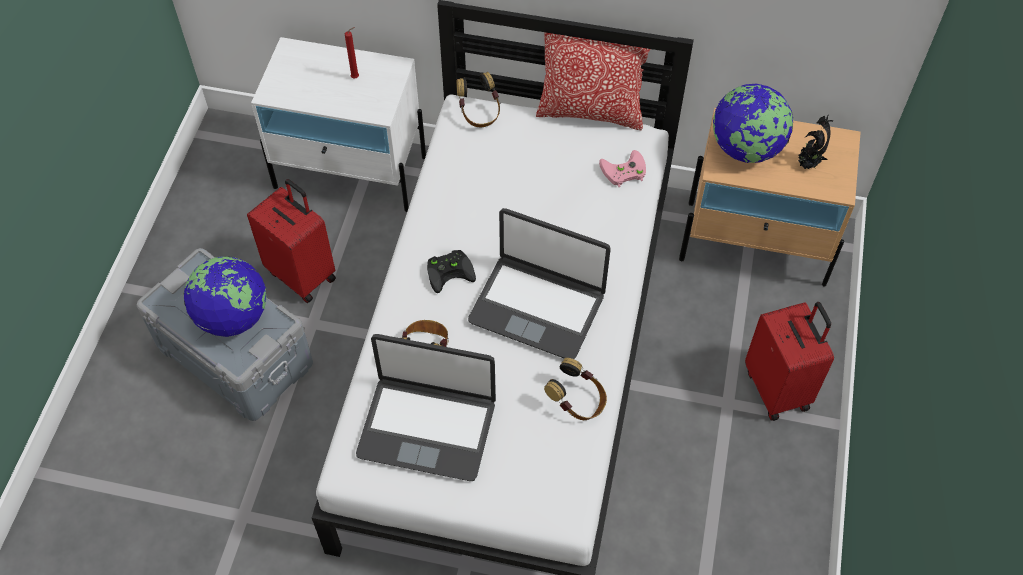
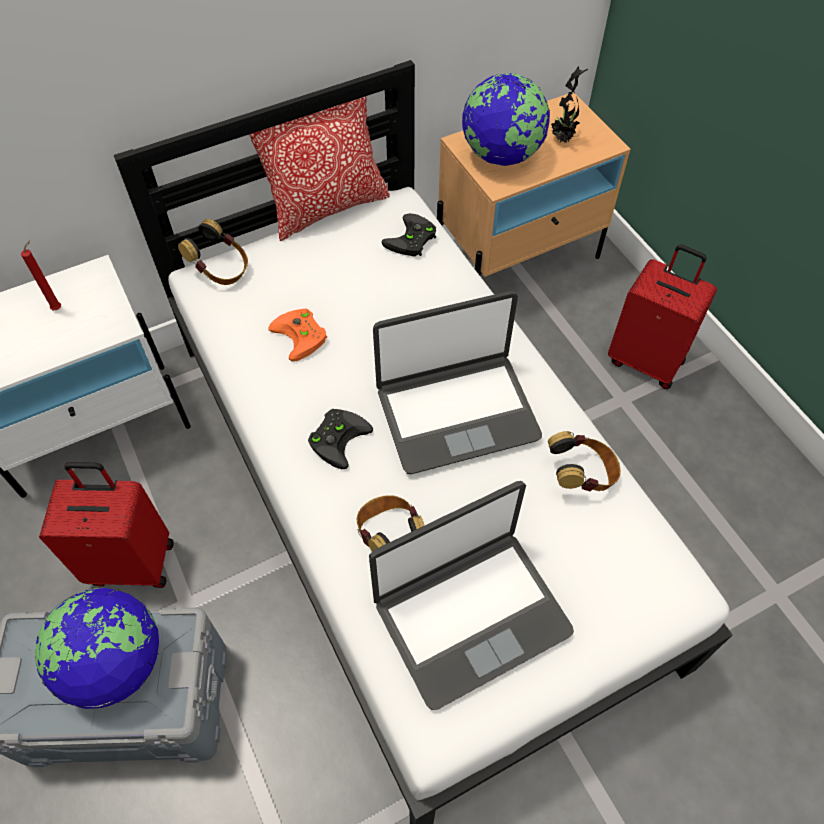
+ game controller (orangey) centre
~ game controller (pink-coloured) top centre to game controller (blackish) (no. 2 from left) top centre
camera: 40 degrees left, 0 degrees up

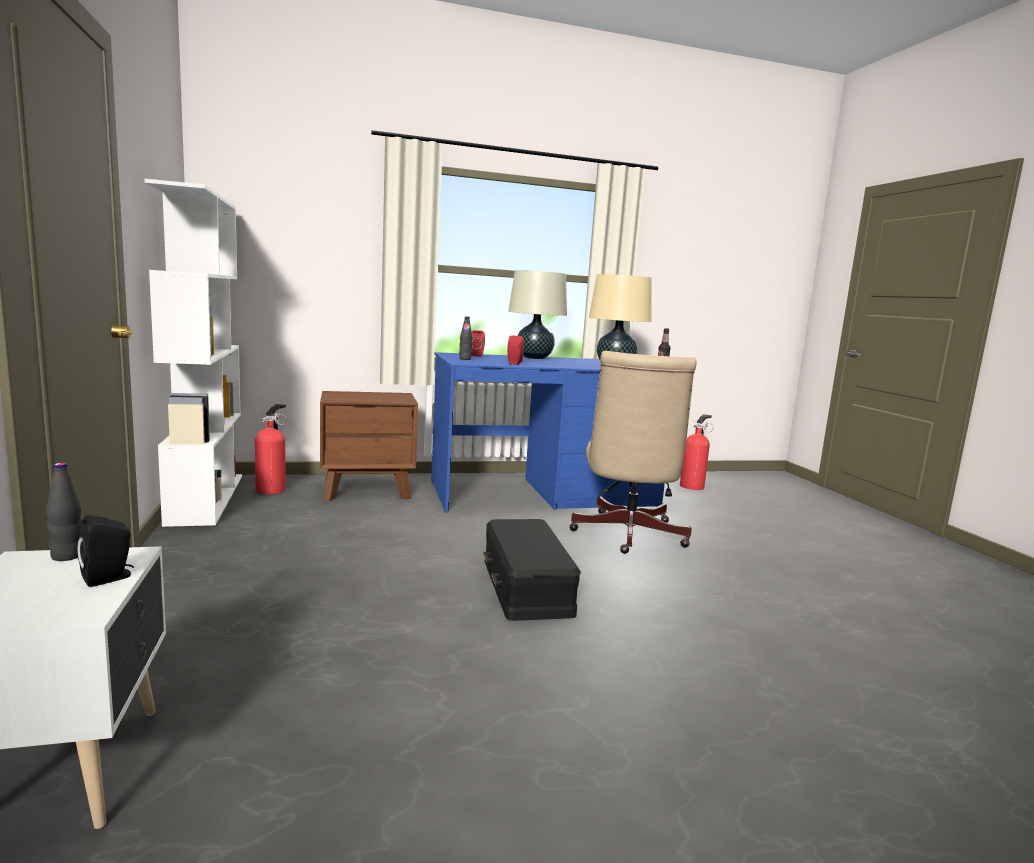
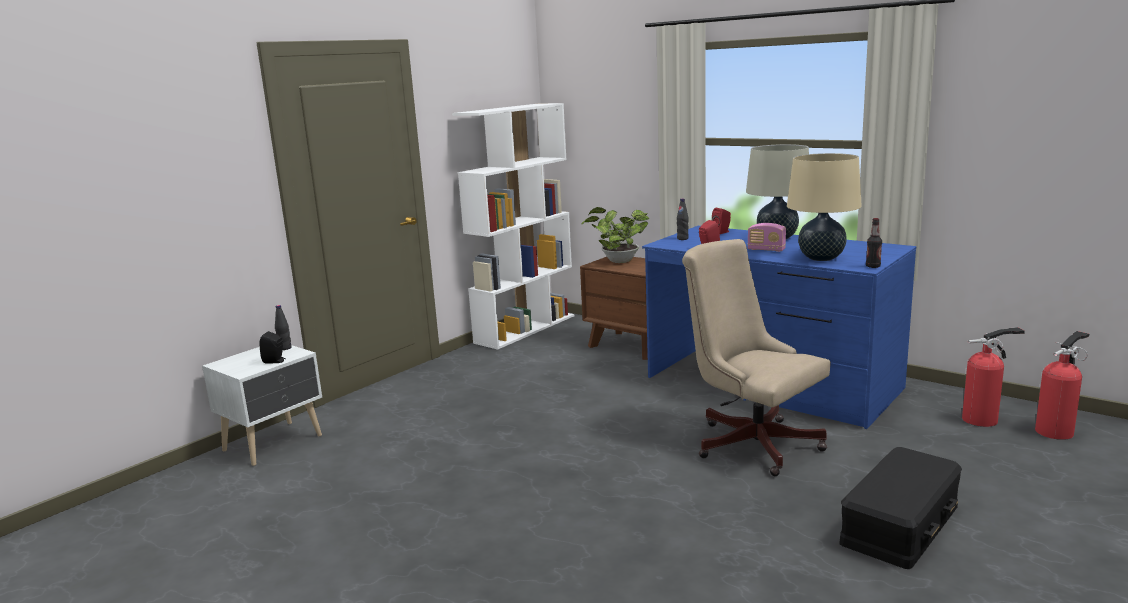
+ potted plant centre
~ office chair (beige-coloured) centre = middle right 75 degrees clockwise
+ radio set middle right
~ storage container (blackish) centre to bottom right
~ extinguisher (no. 1 from left in the first image) middle left to extinguisher (no. 2 from left) middle right
camera: 55 degrees right, 5 degrees up

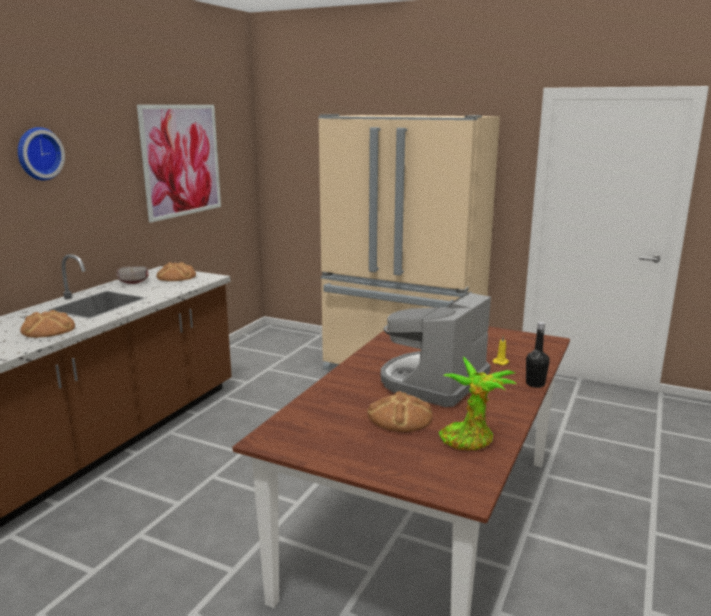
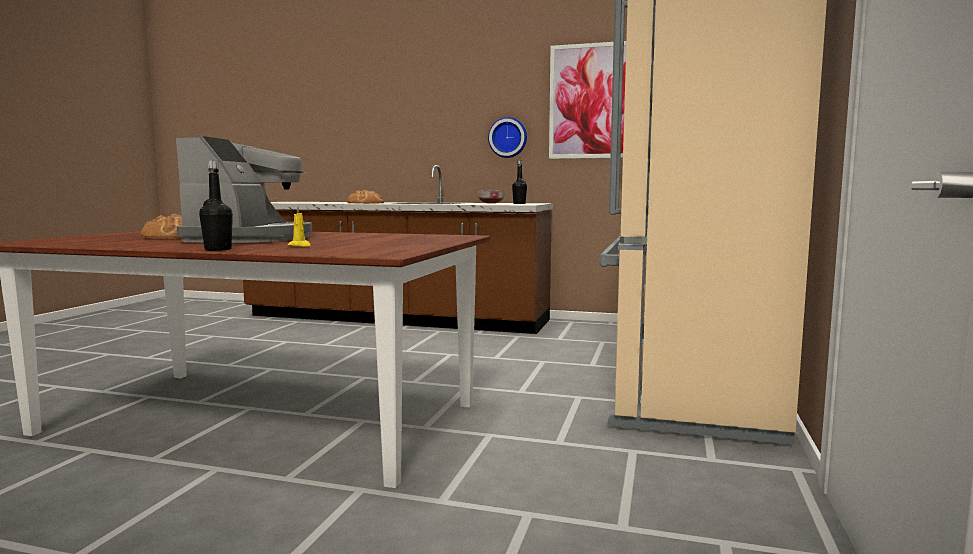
~ coffee machine centre = middle left 75 degrees clockwise
~ wall clock top left to top centre
~ bakery bread (no. 2 from left) middle left to drink bottle (blackish) (no. 2 from left) top centre
- potted plant middle right
camera: 80 degrees right, 10 degrees down

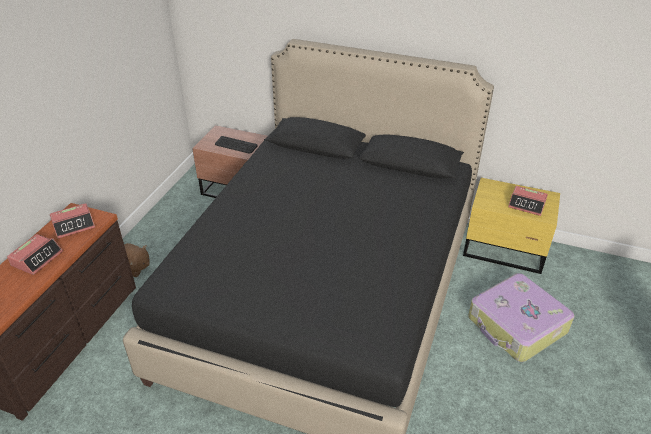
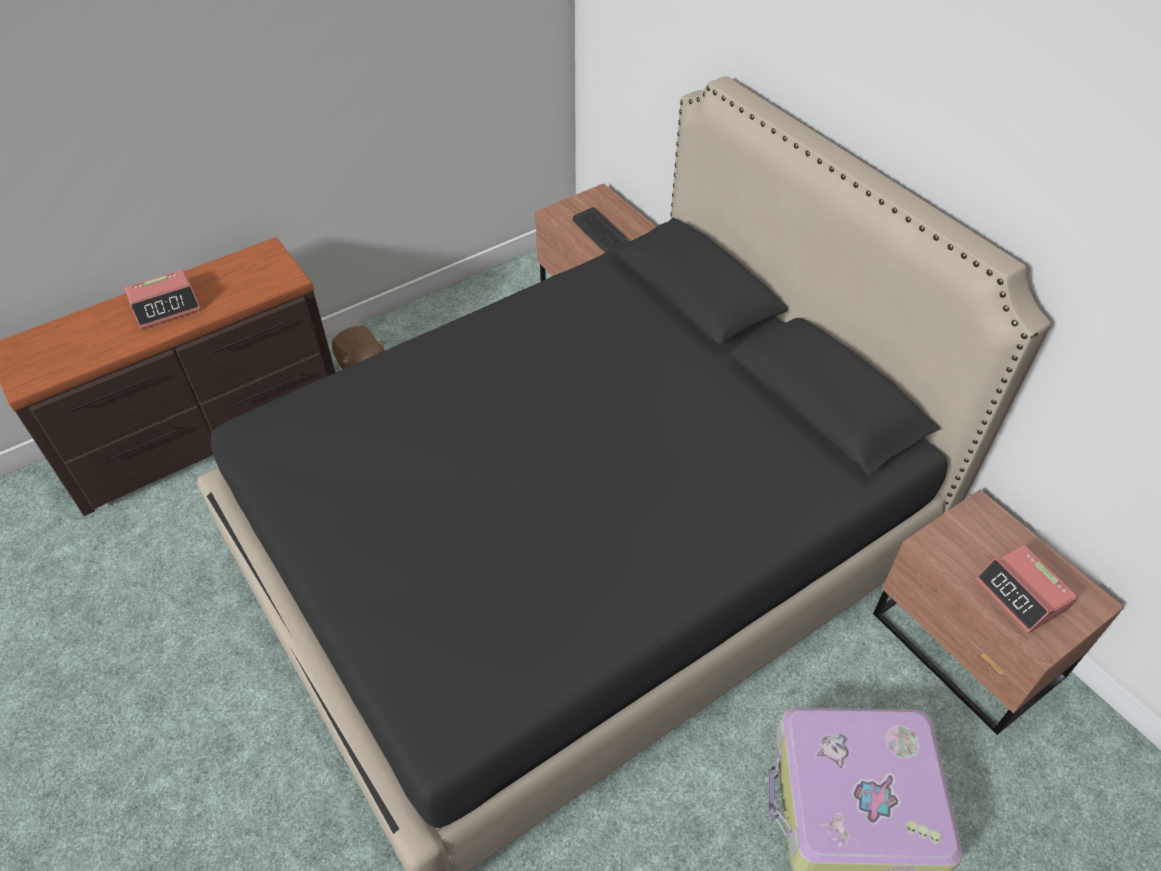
~ night table (yellowish) middle right to night table (brown) (no. 2 from left) bottom right
- table clock (no. 2 from left) middle left
camera: 35 degrees right, 10 degrees up

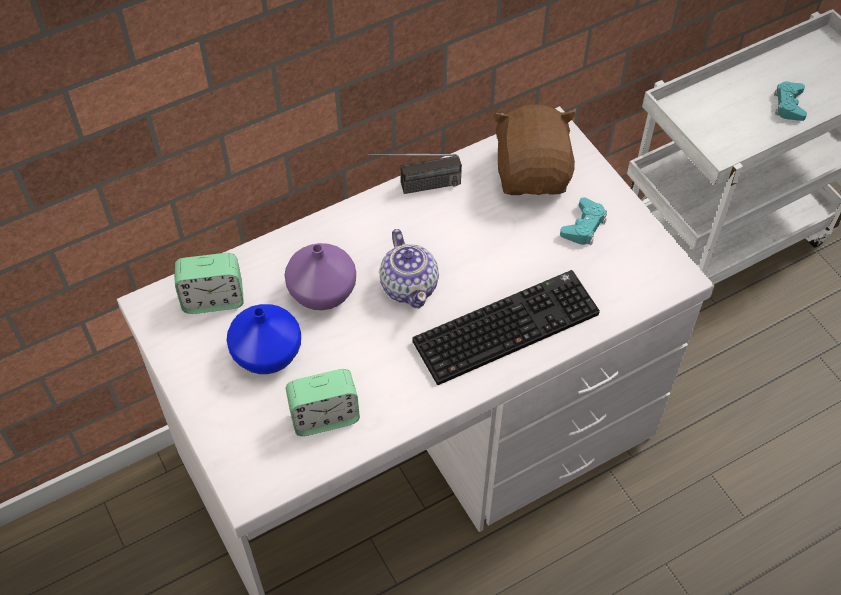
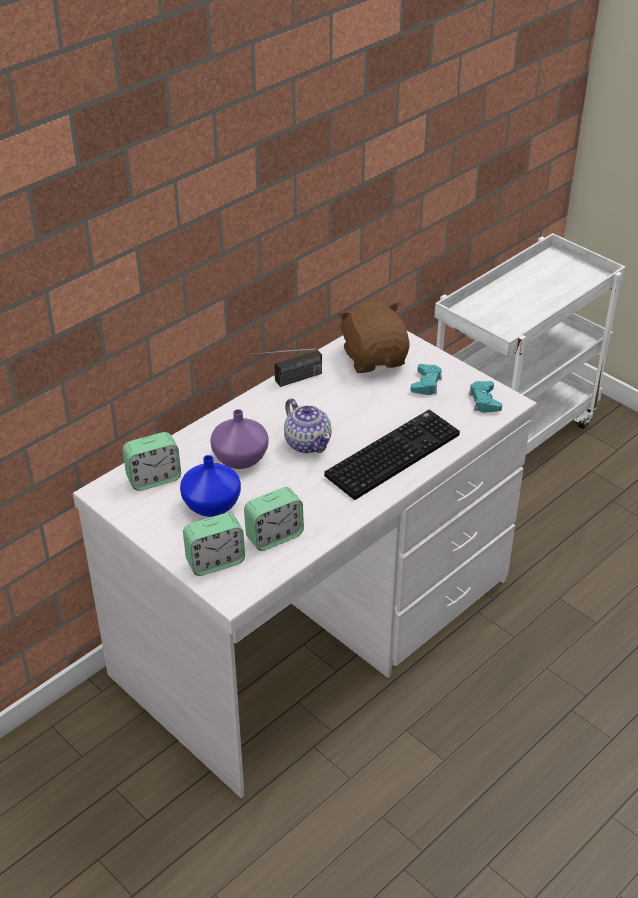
+ table clock (no. 2 from left) centre
~ game controller (turquoise-coloured) (no. 2 from left) top right to middle right
camera: 15 degrees left, 15 degrees down

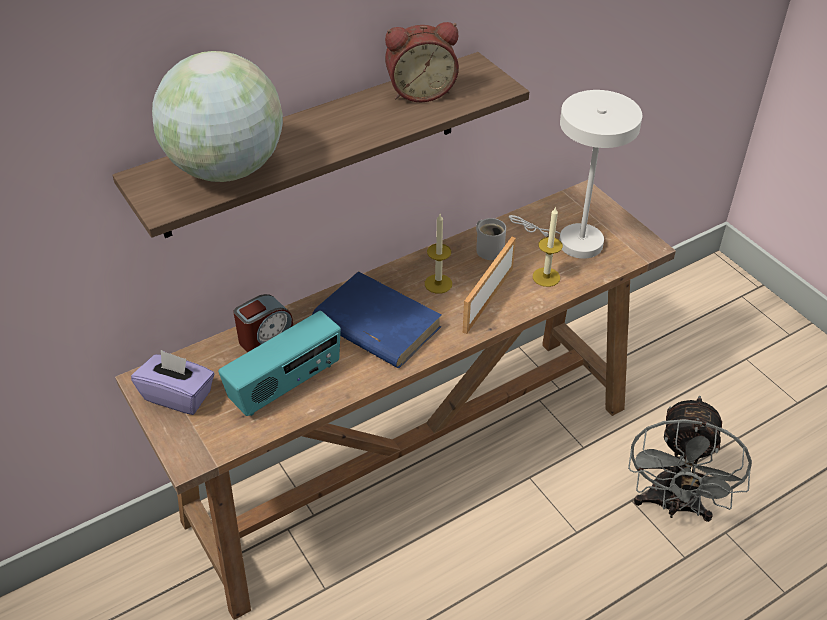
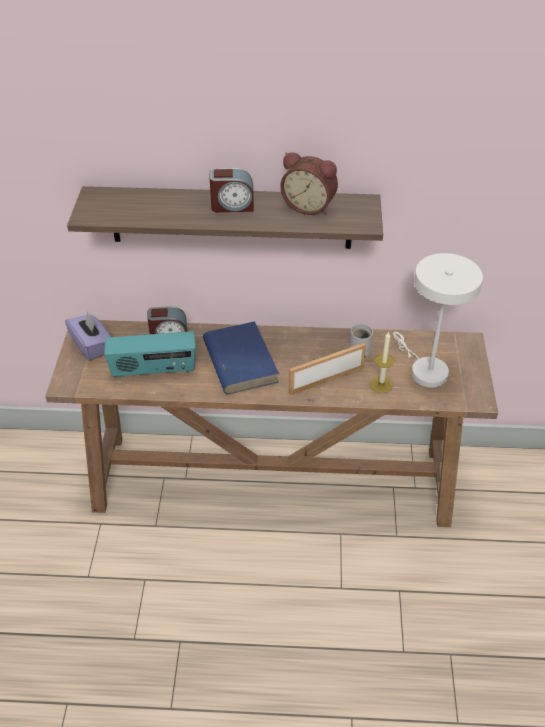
+ table clock (no. 2 from left) top centre
- globe top left
- candle (no. 1 from left) centre
- cooling fan (greyish) bottom right
camera: 35 degrees right, 0 degrees up

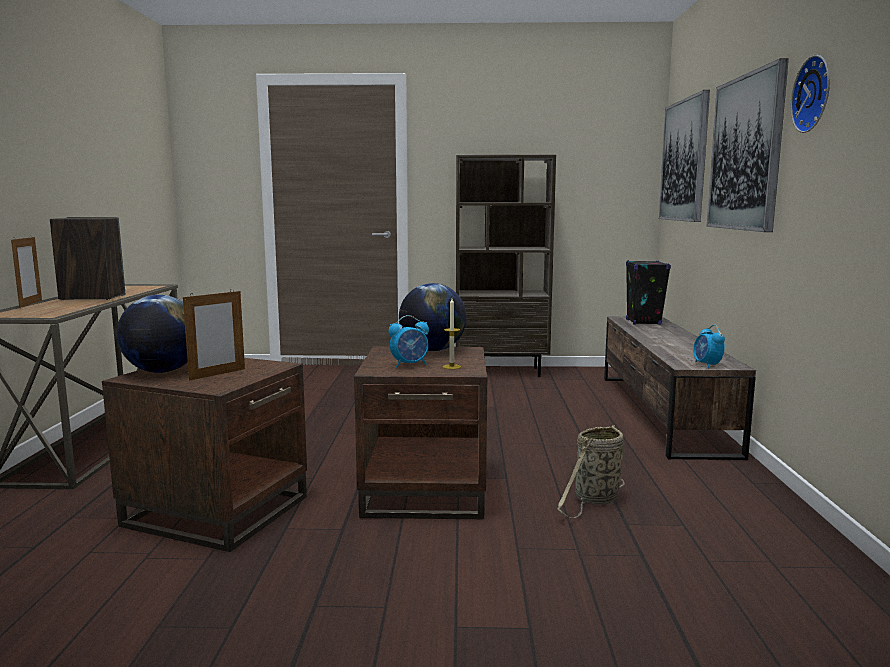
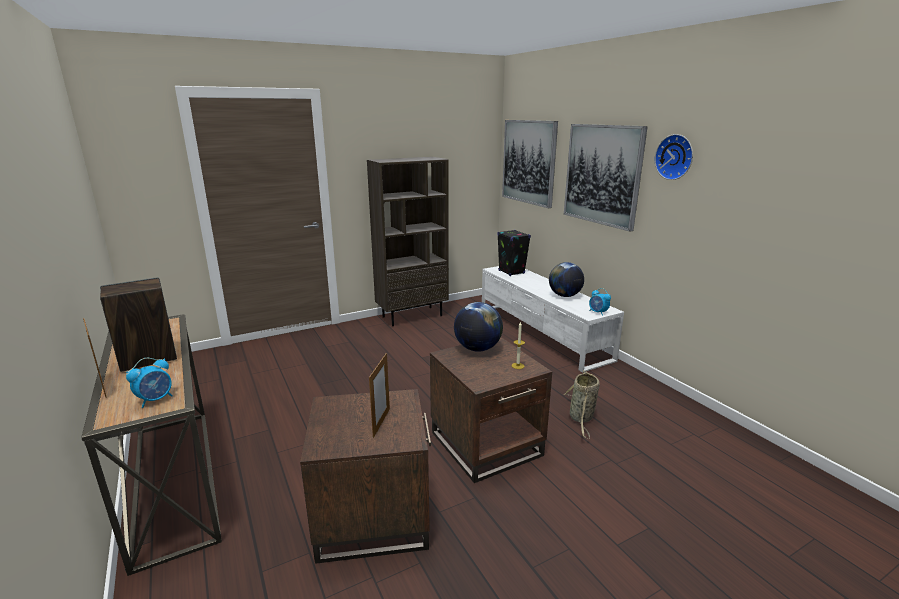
~ table clock (no. 1 from left) centre to middle left
~ media console (brown) middle right to media console (white-coloured) centre
~ globe (no. 1 from left in the first image) middle left to globe (no. 2 from left) centre
camera: 30 degrees left, 10 degrees up

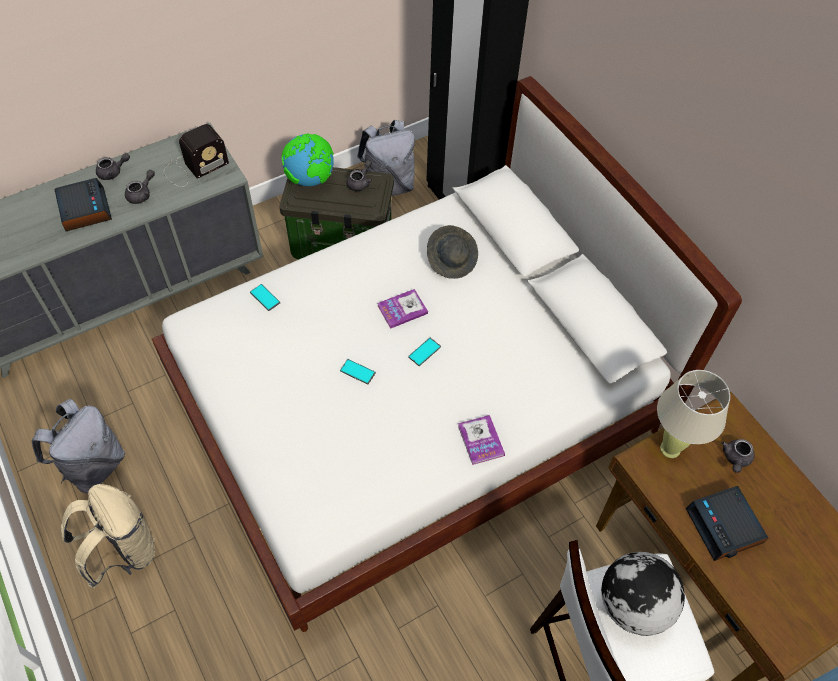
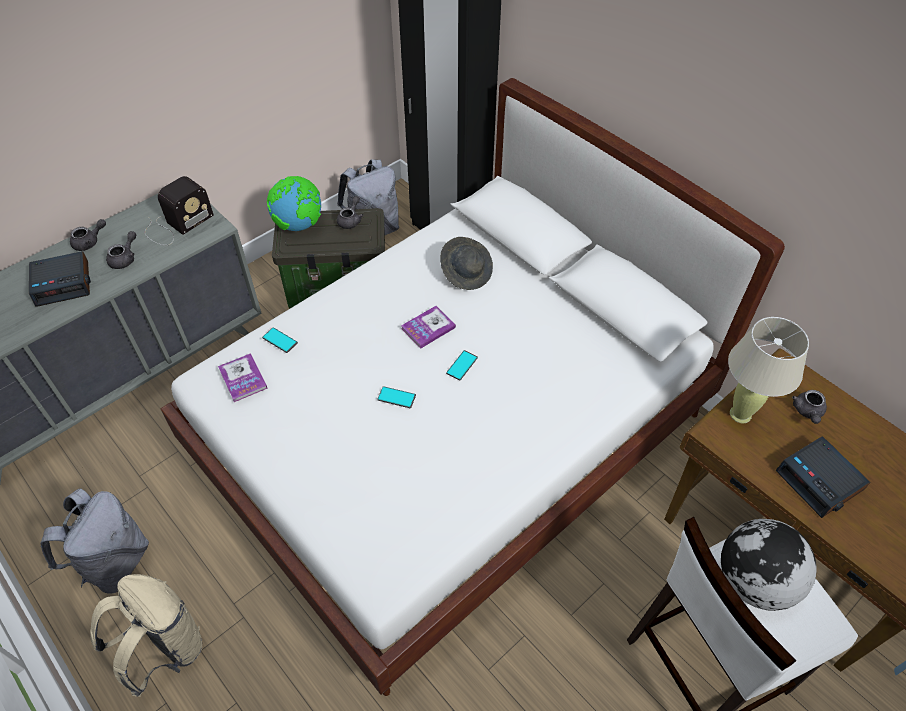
~ table clock (no. 1 from left) top left = middle left 105 degrees clockwise
~ book (no. 2 from left in the first image) centre to book (no. 1 from left) middle left
camera: 10 degrees left, 5 degrees down

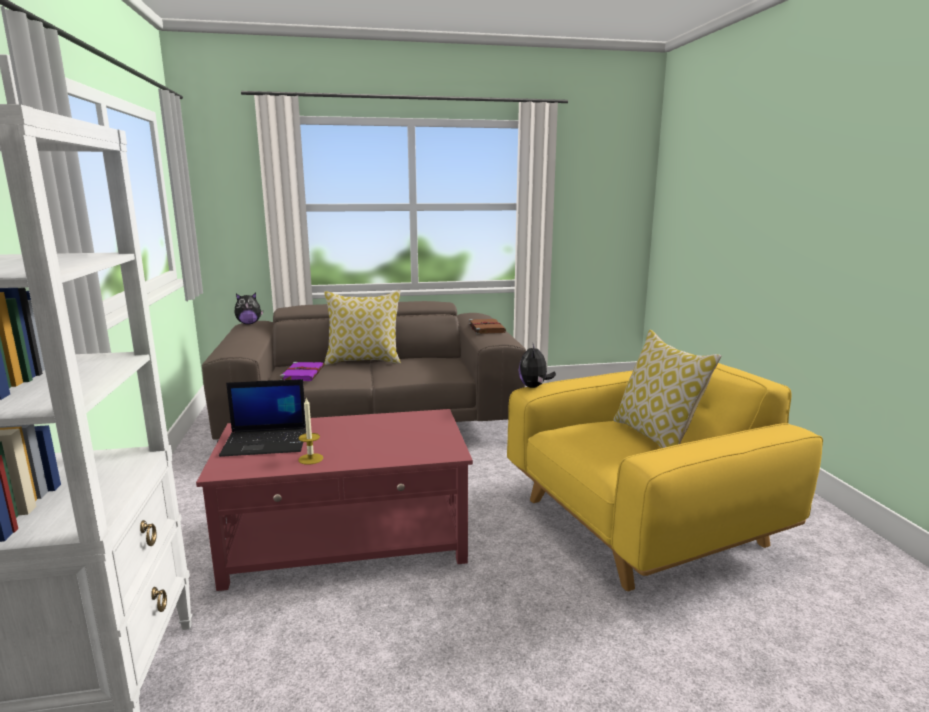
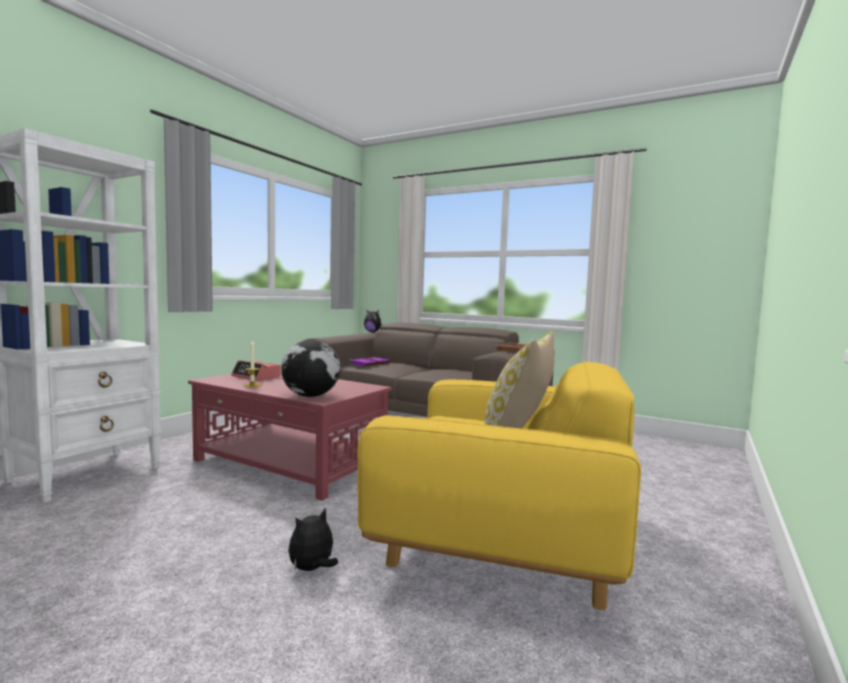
~ portable computer middle left to table clock middle left
+ globe centre
~ soft toy (no. 2 from left in the first image) centre to soft toy (no. 1 from left) bottom centre
- cushion (no. 1 from left) centre
camera: 40 degrees right, 10 degrees down

